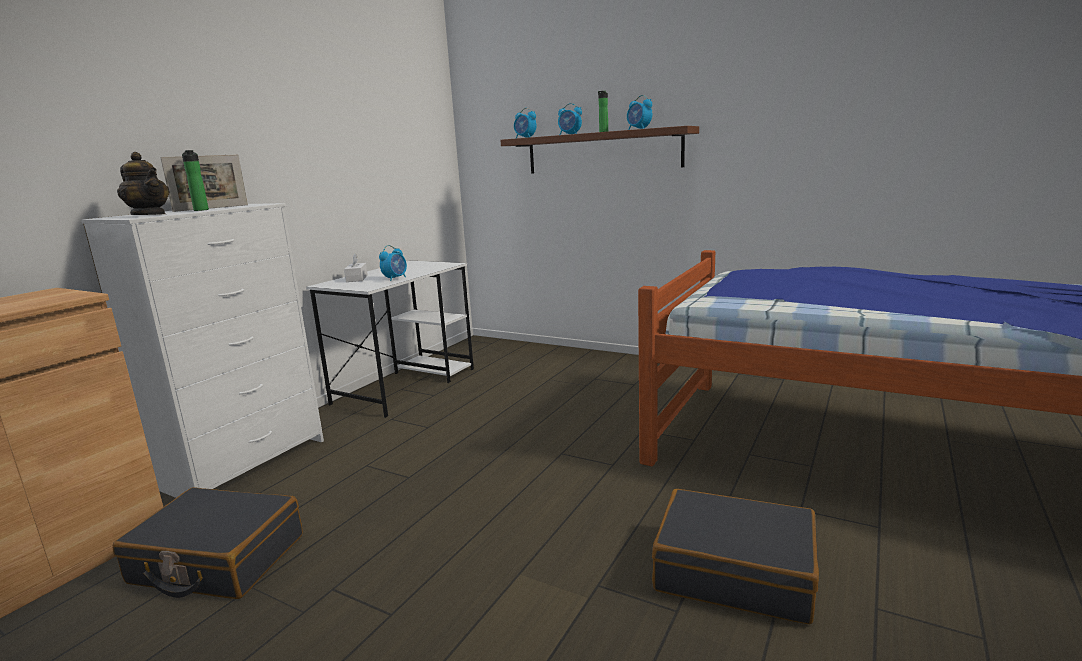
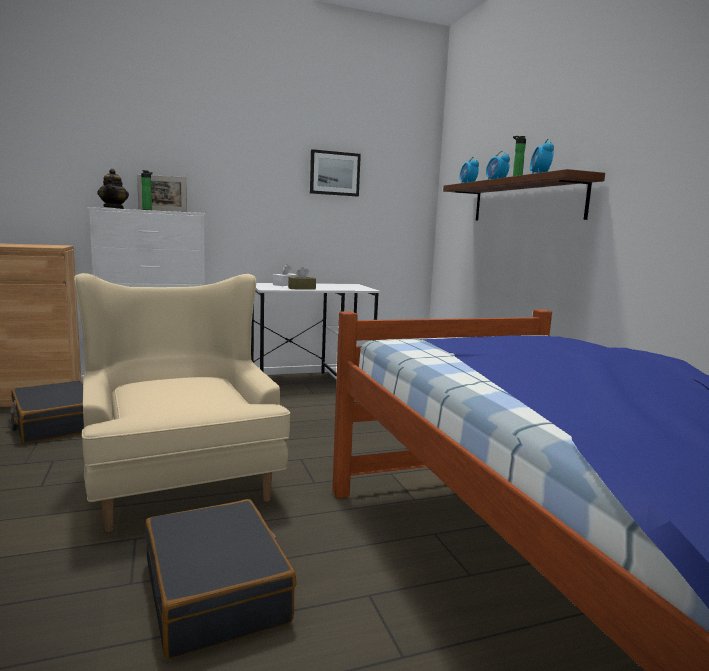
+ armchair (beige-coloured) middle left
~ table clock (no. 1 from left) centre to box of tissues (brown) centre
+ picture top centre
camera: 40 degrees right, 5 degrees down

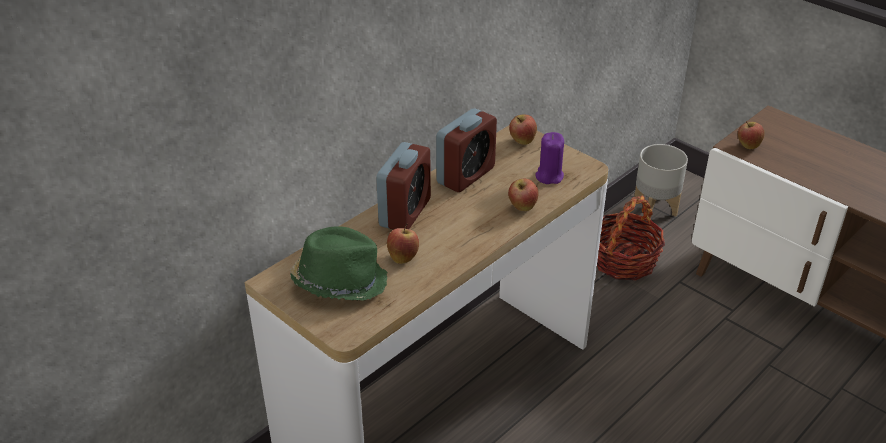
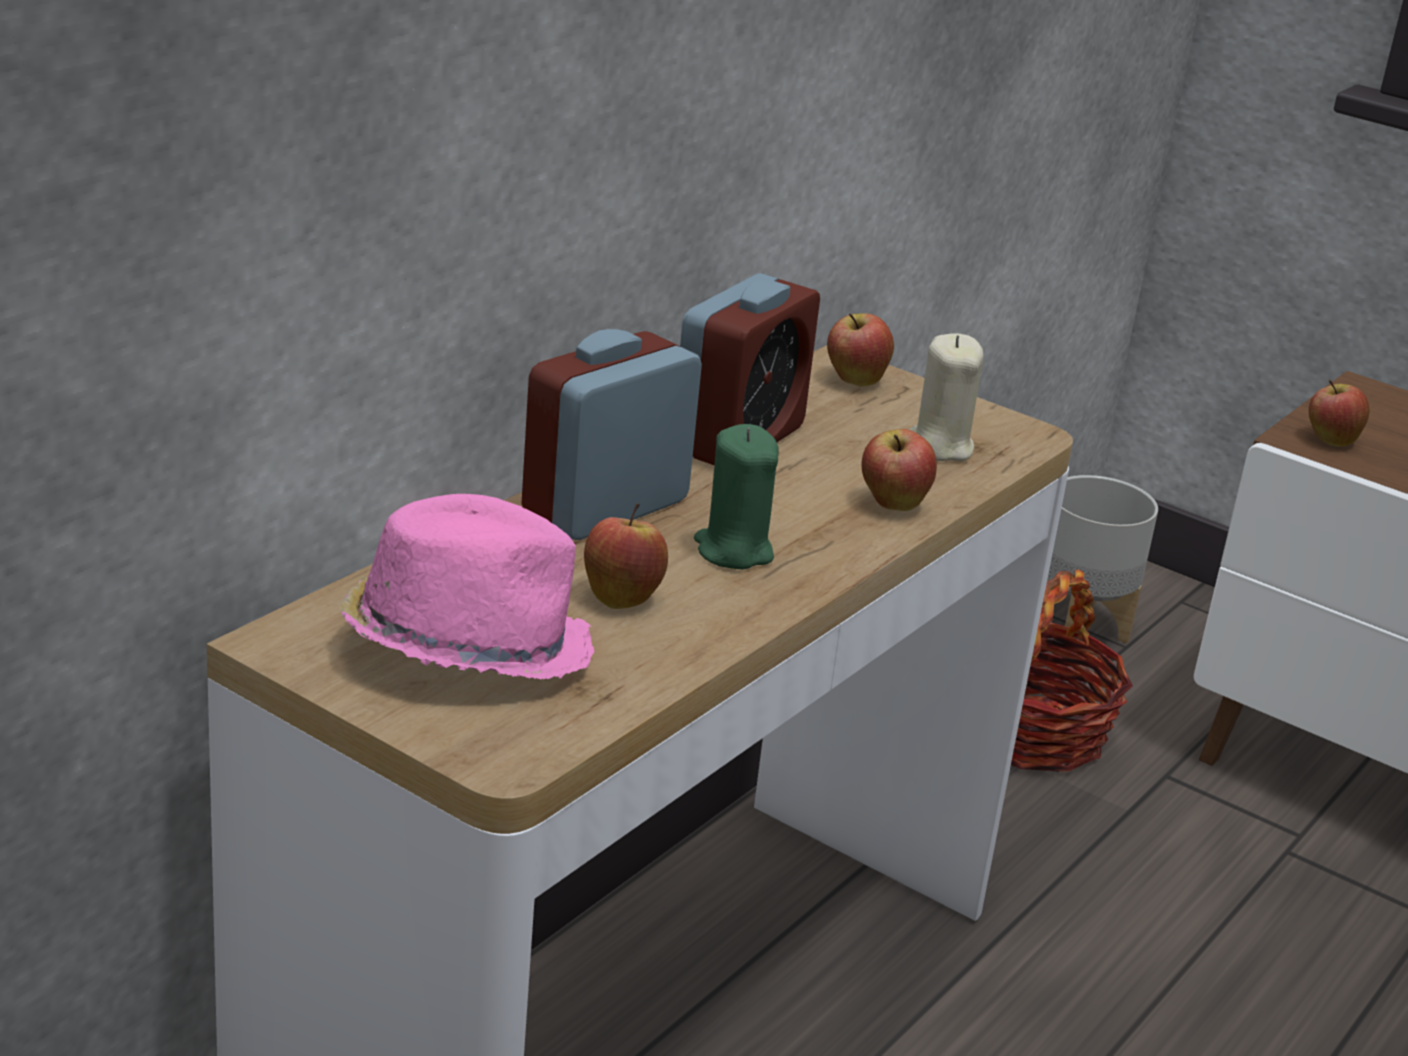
~ clothing hat (greenish) centre to clothing hat (pink-coloured) middle left
~ table clock (no. 1 from left) centre = centre 150 degrees counterclockwise
+ candle (greenish) centre
~ candle (purplish) centre to candle (beige-coloured) middle right
camera: 10 degrees left, 10 degrees down

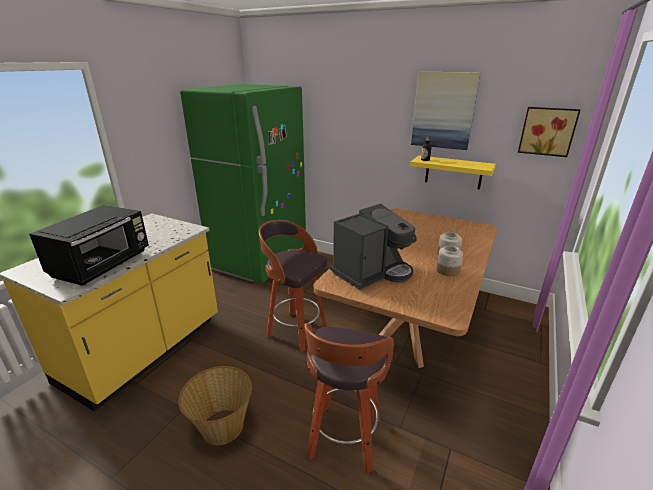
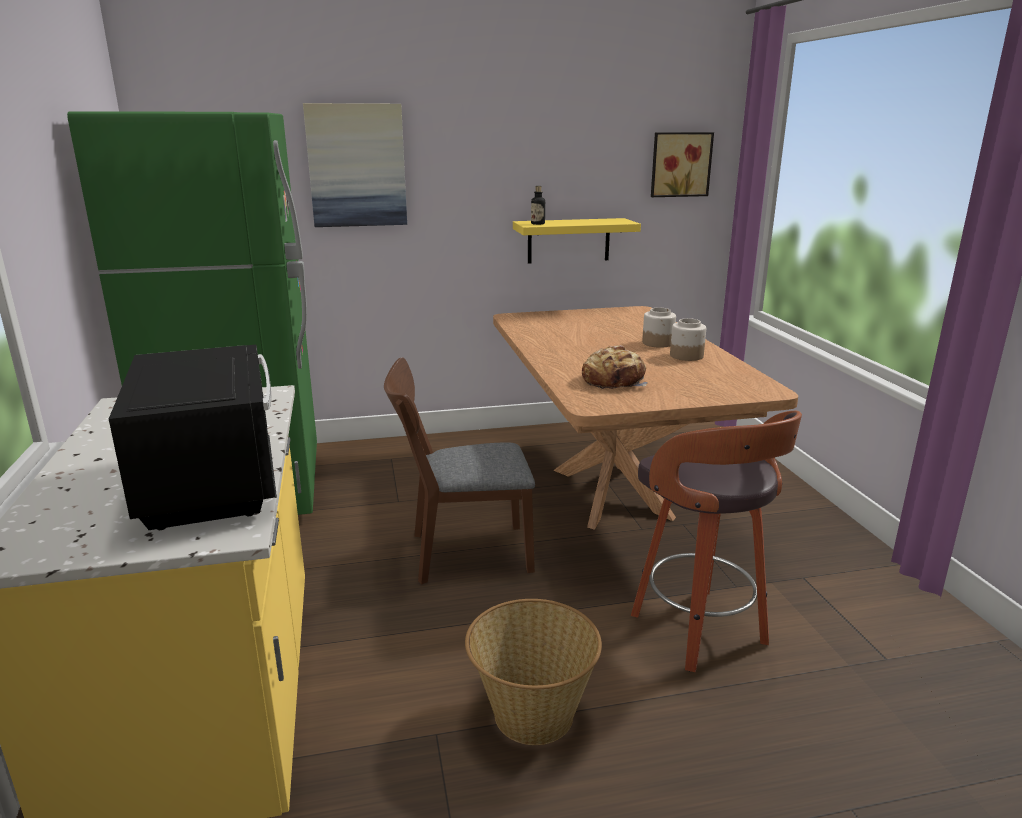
~ picture (no. 1 from left) top right to top centre
~ stool seat (no. 1 from left) centre to plain chair (brown) centre
~ coffee machine centre to bakery bread centre
camera: 40 degrees left, 5 degrees down

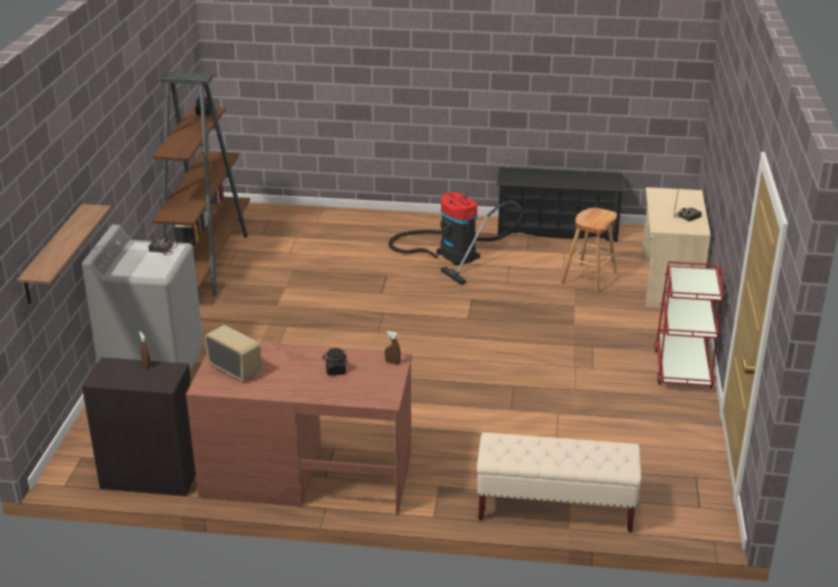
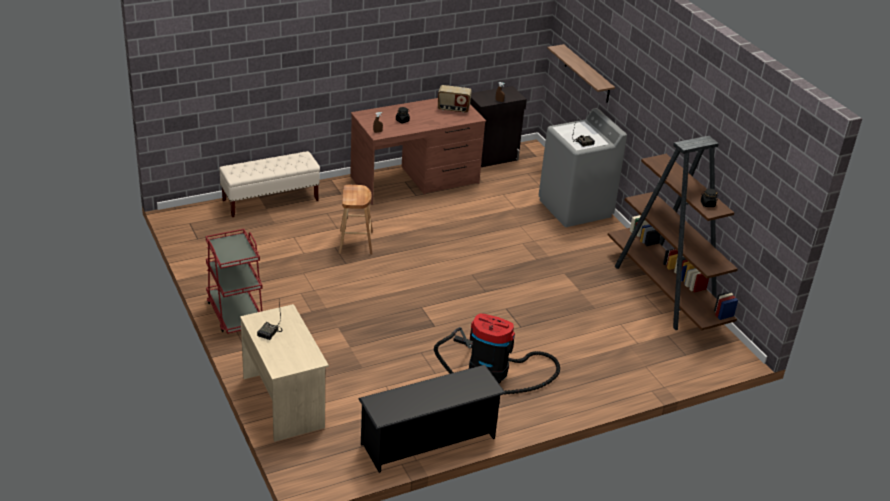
~ stool seat (brown) middle right to centre
camera: 145 degrees right, 5 degrees up

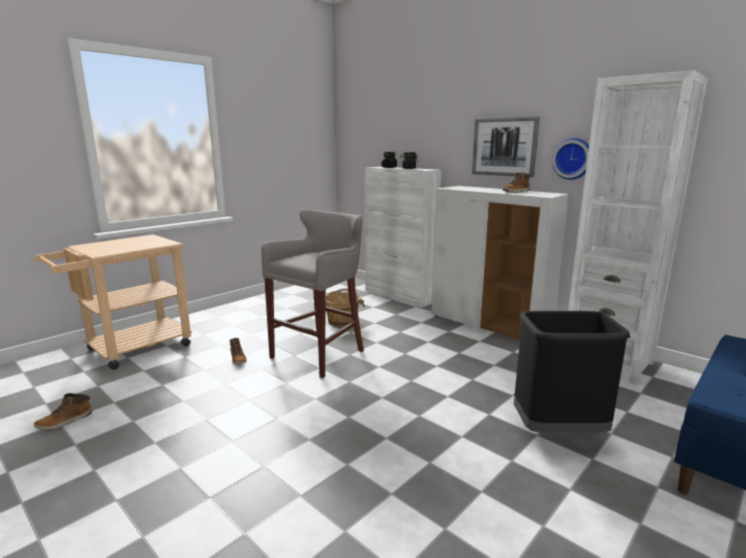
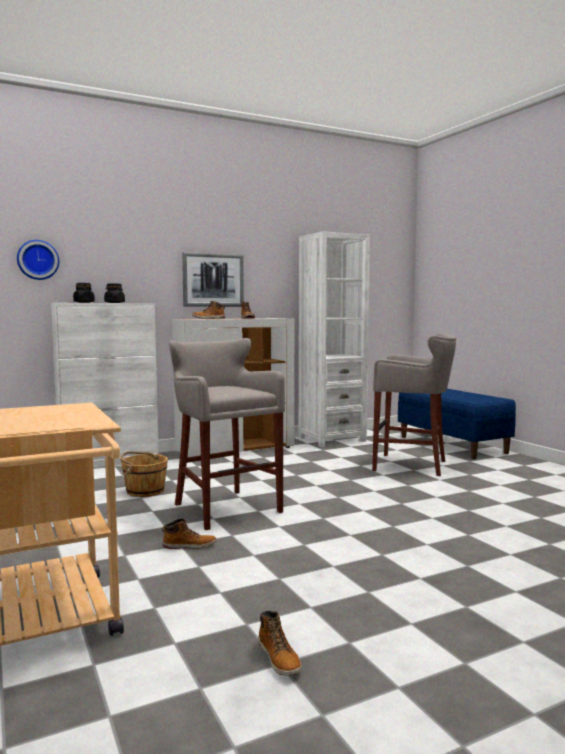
~ wall clock top right to middle left
+ boot (no. 2 from left) centre
~ rubbish bin (blackish) bottom right to stool seat (greyish) (no. 2 from left) middle right
camera: 70 degrees left, 10 degrees down

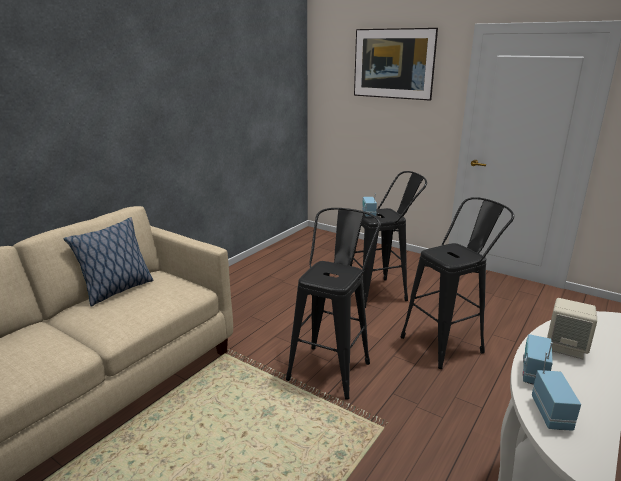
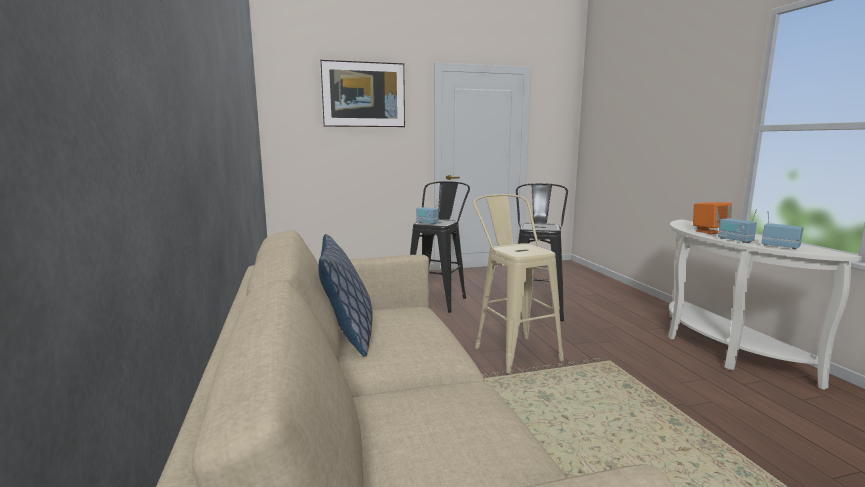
~ stool seat (blackish) (no. 1 from left) centre to stool seat (beige-coloured) centre
~ audio speaker (beige-coloured) bottom right to audio speaker (orangey) middle right
camera: 50 degrees left, 10 degrees down

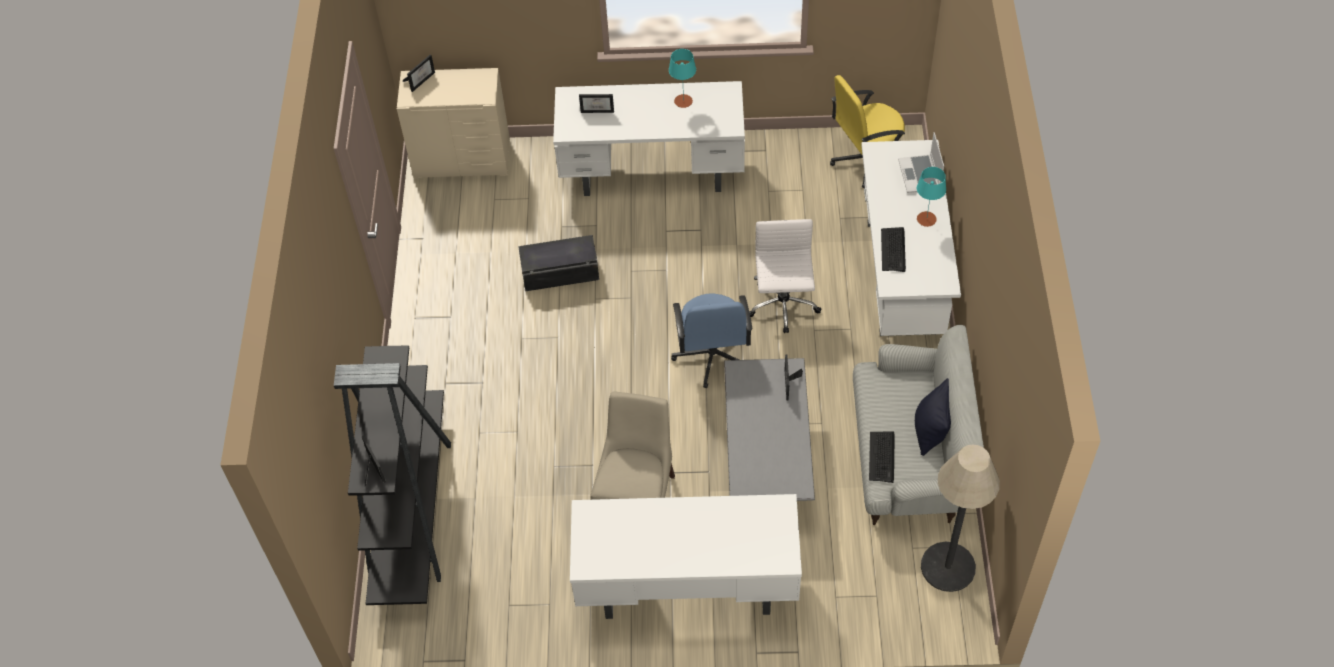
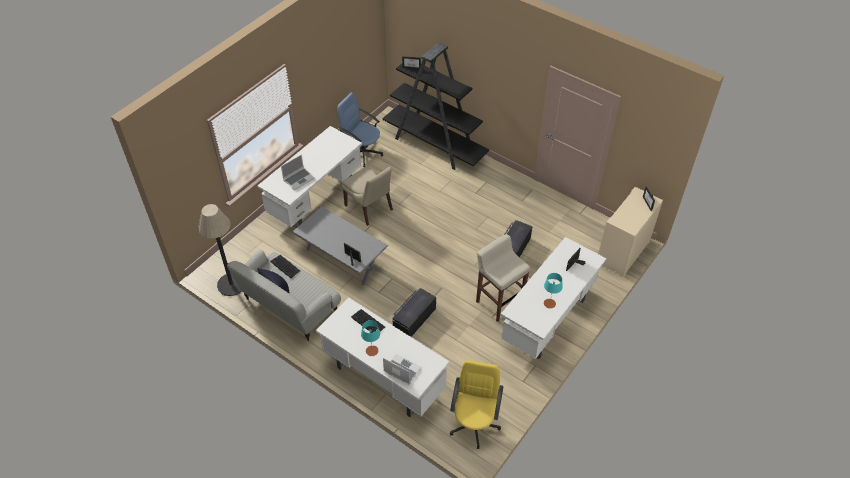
+ portable computer (no. 1 from left) centre
~ office chair (bluish) centre to top centre
~ office chair (white-coloured) centre to storage container (blackish) (no. 1 from left) centre
+ stool seat (beige-coloured) centre
camera: 125 degrees right, 5 degrees down

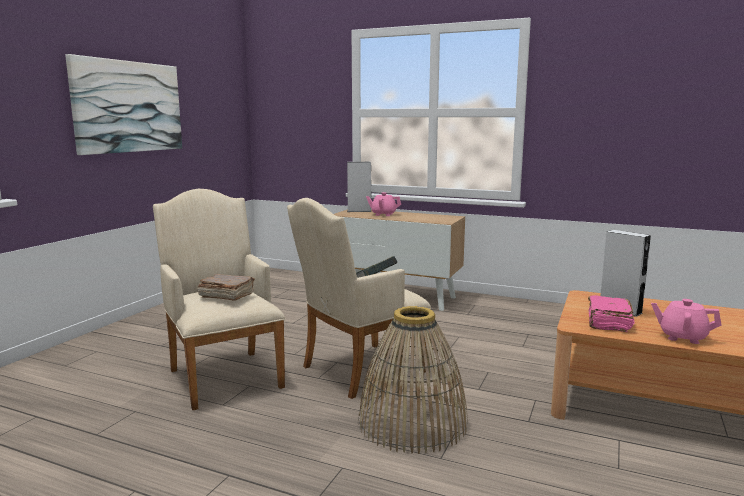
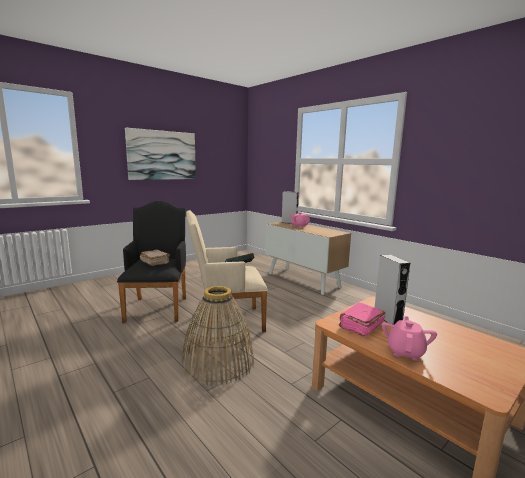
~ armchair (beige-coloured) (no. 1 from left) middle left to armchair (blackish) middle left
~ pot for tea (pink-coloured) (no. 2 from left) middle right = bottom right 60 degrees clockwise
camera: 25 degrees right, 0 degrees up

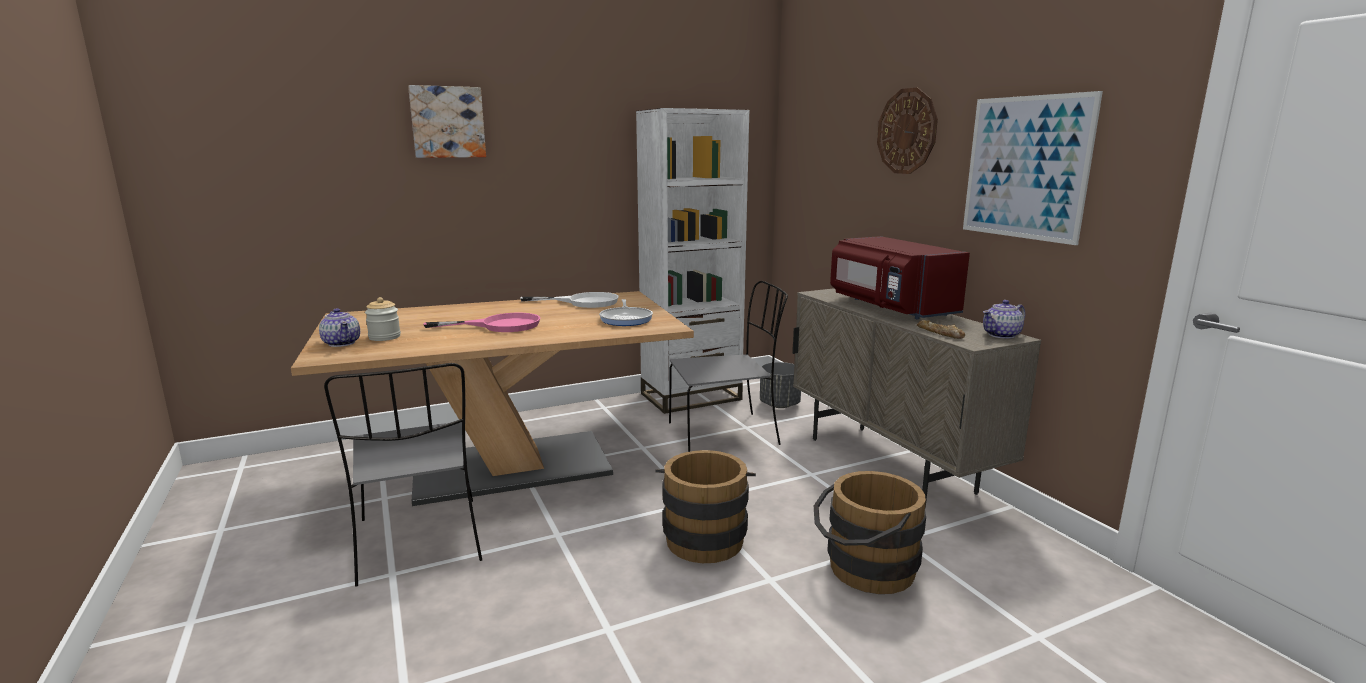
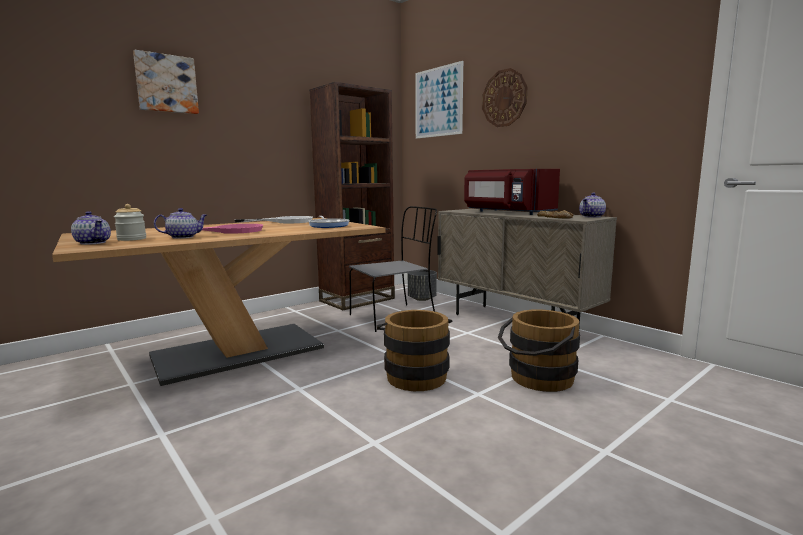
+ pot for tea (no. 2 from left) middle left
~ bookcase (white-coloured) centre to bookcase (brown) centre
~ picture (no. 2 from left) top right to top centre
- plain chair (greyish) (no. 1 from left) bottom left
camera: 15 degrees left, 5 degrees down

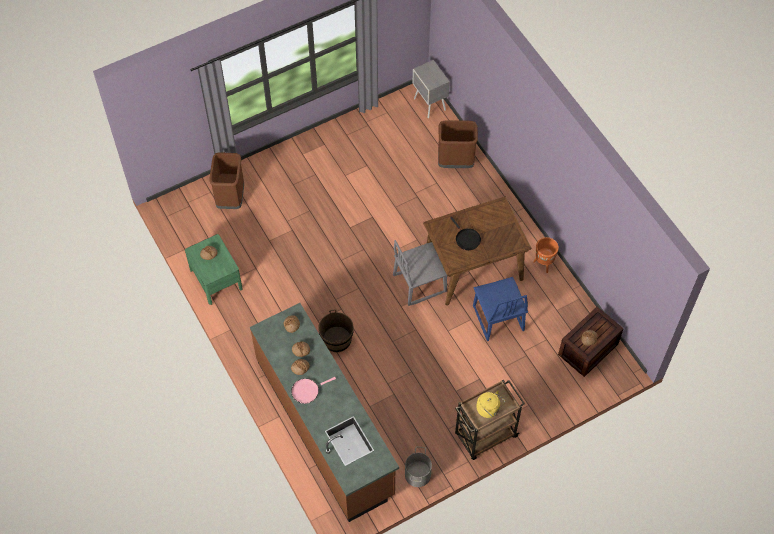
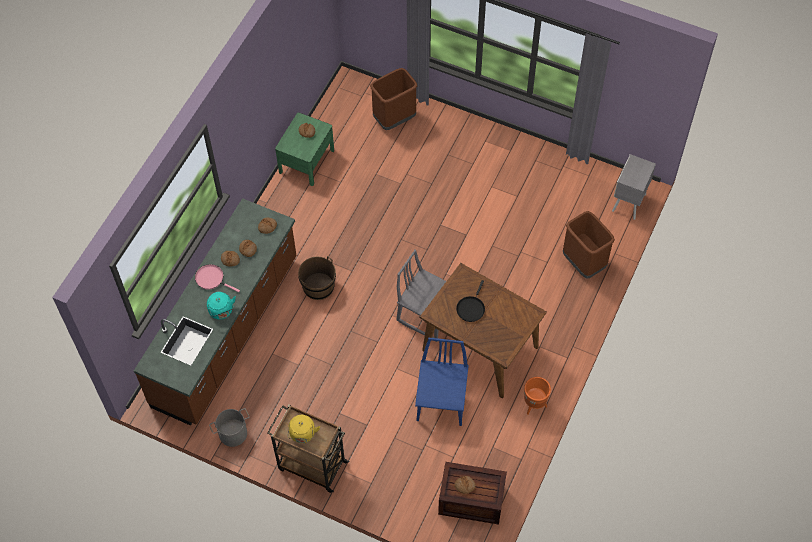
+ water kettle (turquoise-coloured) middle left
~ plain chair (bluish) centre = bottom centre 150 degrees clockwise
camera: 55 degrees right, 0 degrees up

